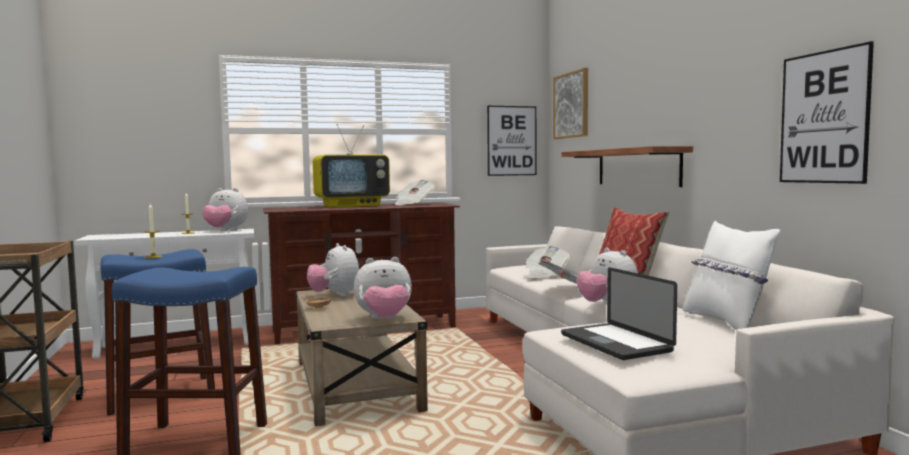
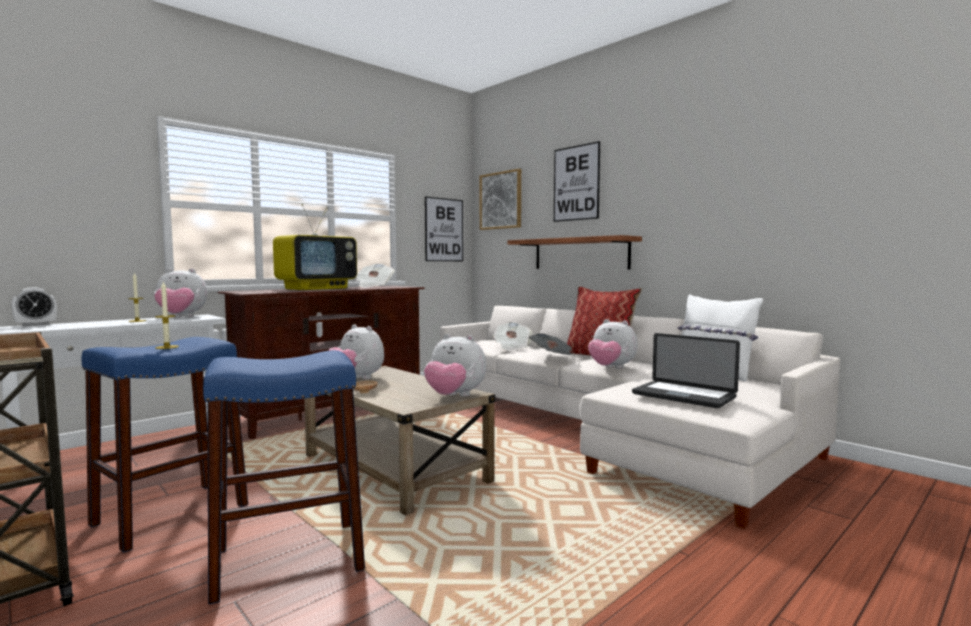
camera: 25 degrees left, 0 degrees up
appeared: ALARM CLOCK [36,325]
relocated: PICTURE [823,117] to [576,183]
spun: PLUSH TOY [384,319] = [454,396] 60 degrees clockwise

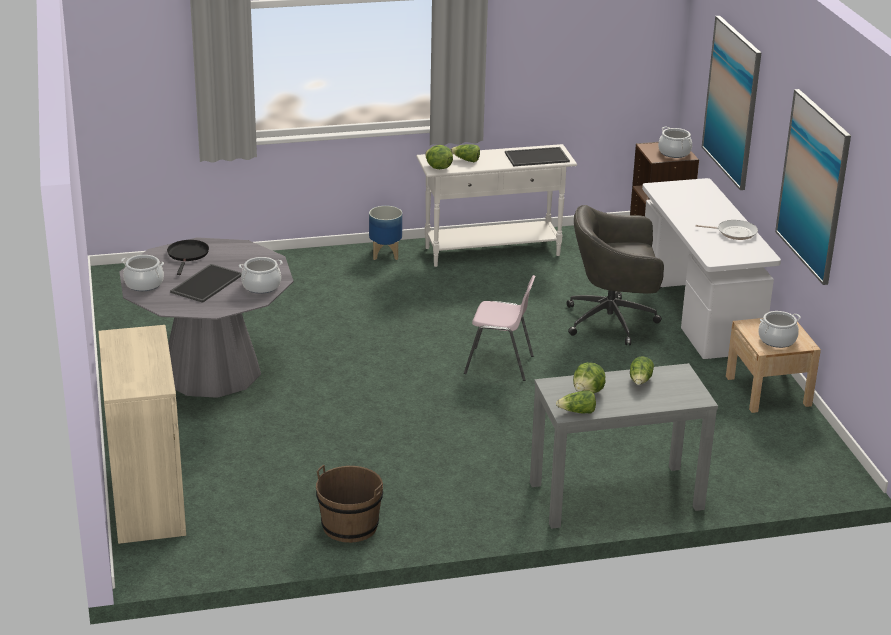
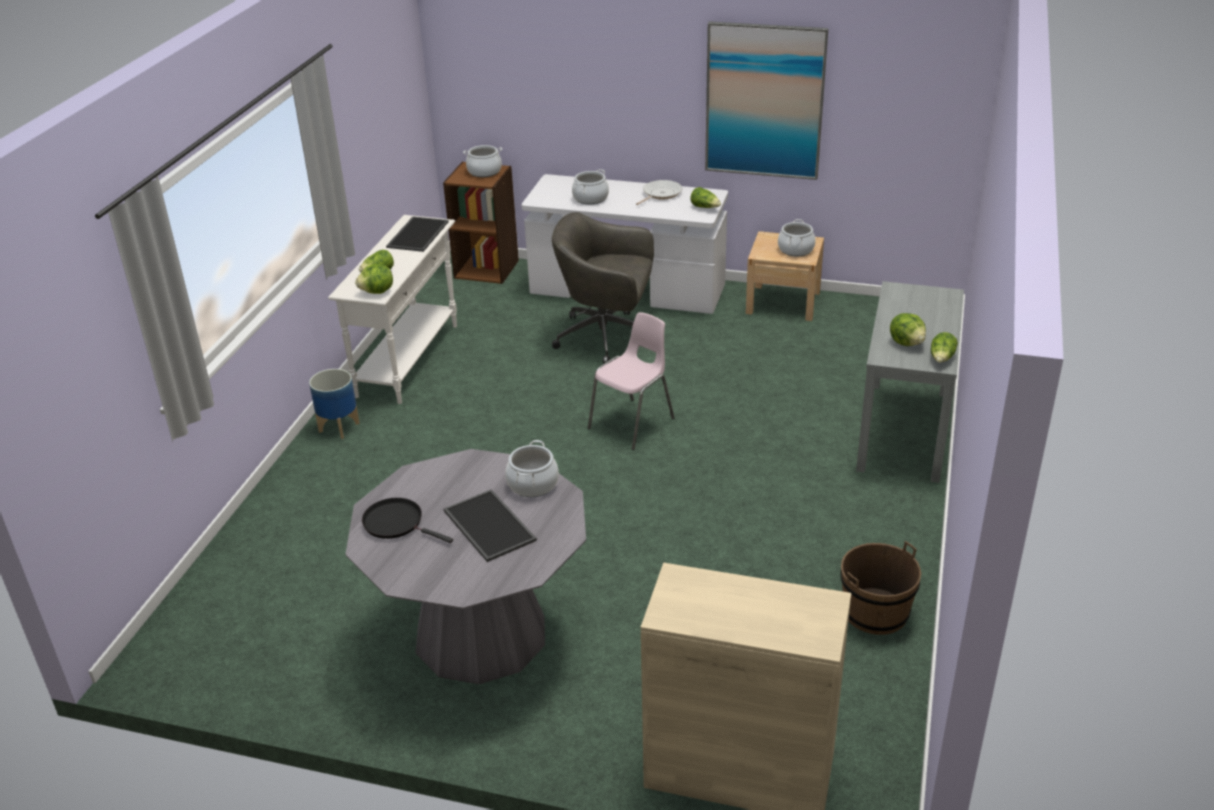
camera: 60 degrees left, 5 degrees up
missing: PICTURE [732,102]
relocated: COOKING POT [144,284] to [590,198]; LETTUCE [640,381] to [705,207]
spun: GREY OFFICE CHAIR [613,321] = [606,337] 75 degrees clockwise

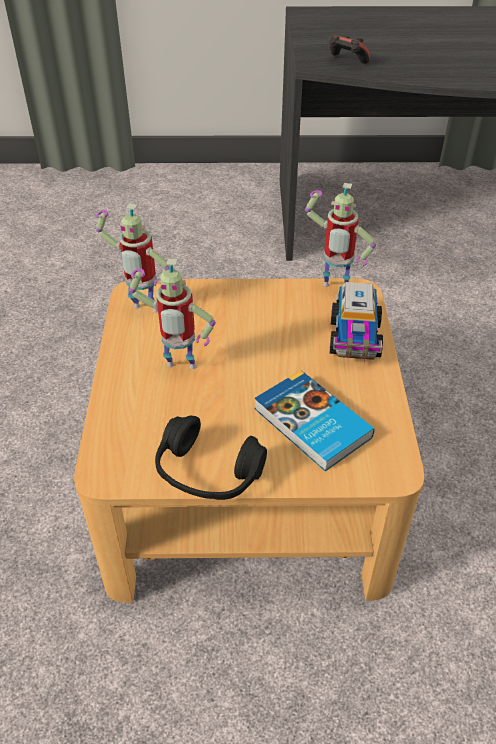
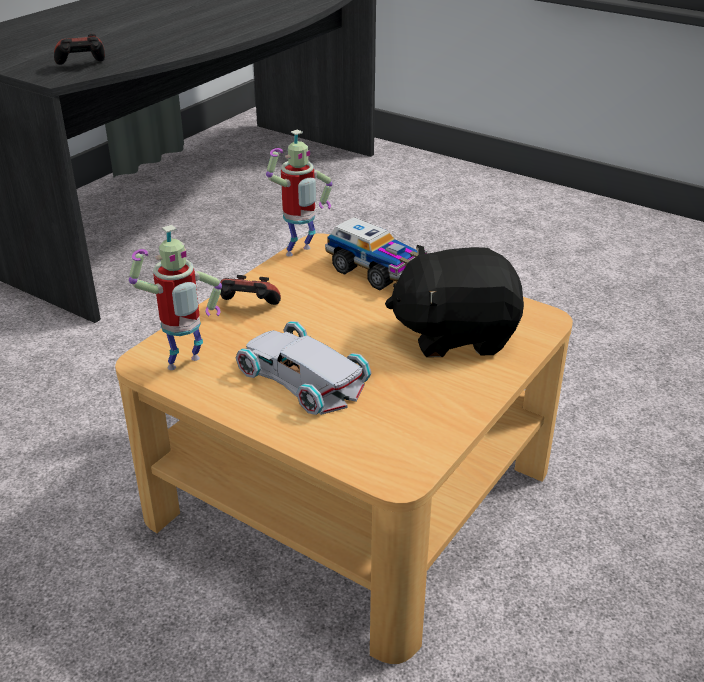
camera: 55 degrees left, 10 degrees down
missing: BLACK HEADPHONES [208,472]
appeared: GAME CONTROLLER [248,308]
exchanged: TOY ROBOT [179,369] to WHITE TOY CAR [303,376]; BOOK [311,424] to BLACK PLUSH TOY [455,334]

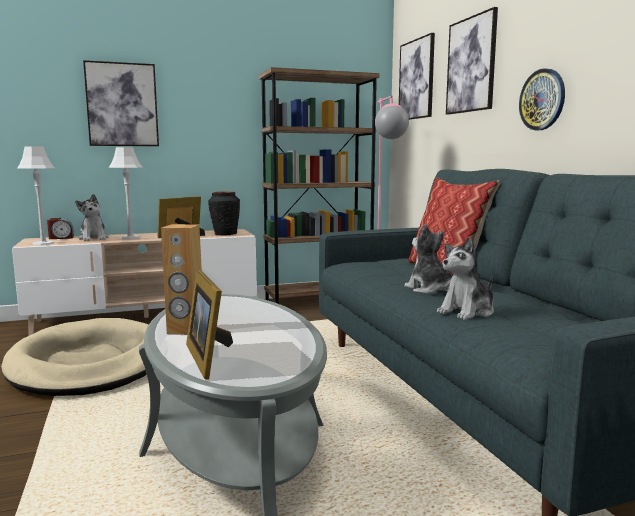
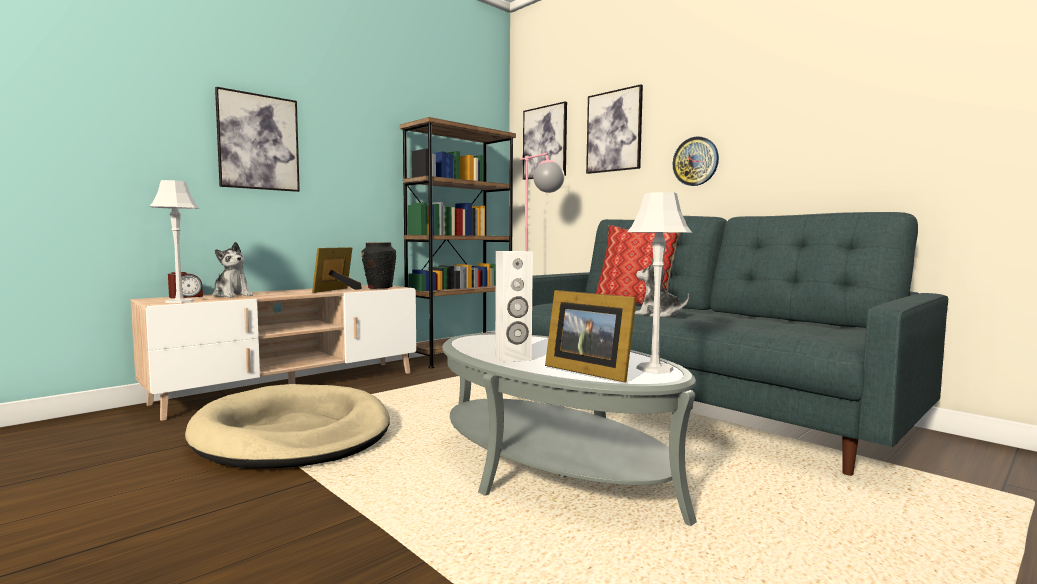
camera: 25 degrees left, 5 degrees down
missing: PLUSH TOY [467,312]
relocated: GREY TABLE LAMP [130,237] to [655,368]
colour: BROWN SPEAKER [185,330] to WHITE SPEAKER [513,358]

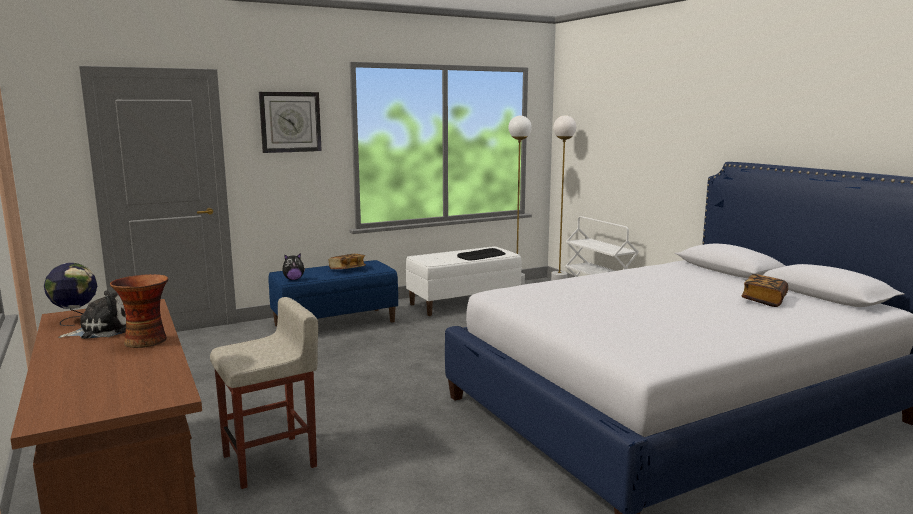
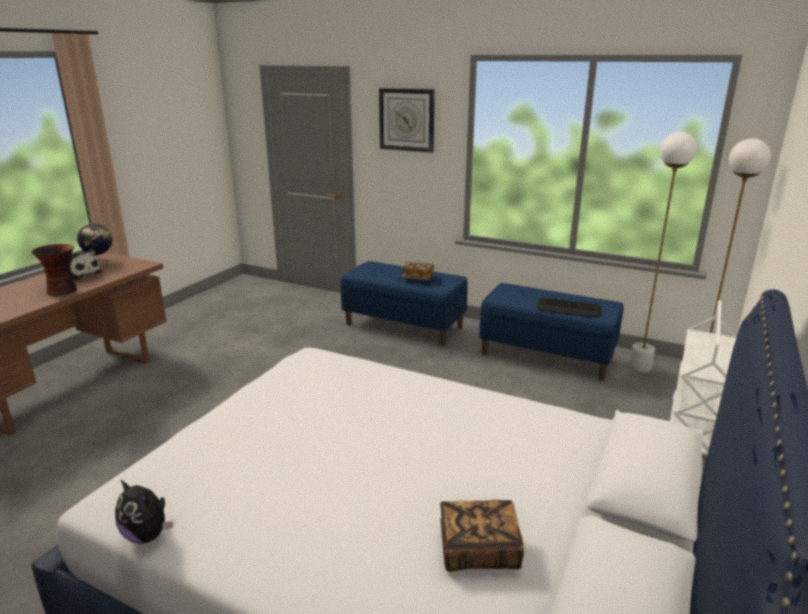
camera: 55 degrees right, 10 degrees up
missing: BEIGE STOOL [271,461]
relocated: PLUSH TOY [293,279] to [147,535]
colour: WHITE BENCH [464,302] to BLUE BENCH [547,355]

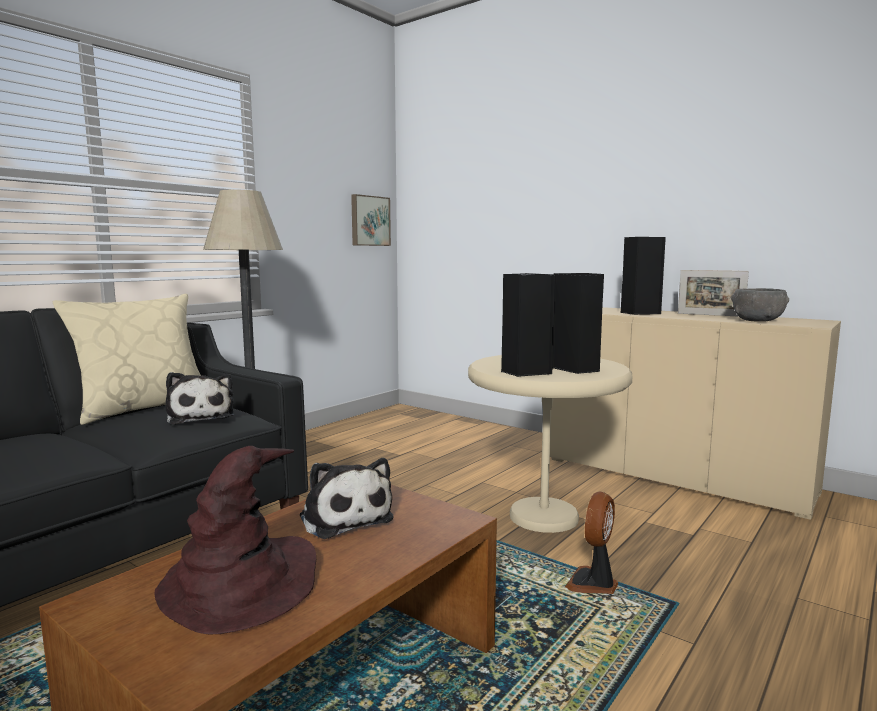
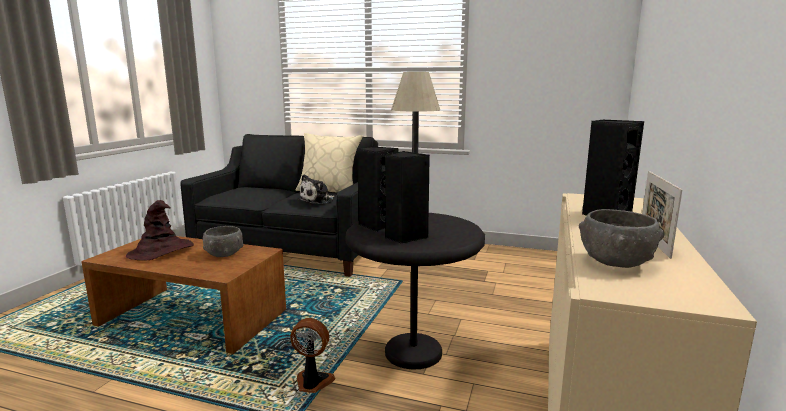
camera: 70 degrees right, 5 degrees up
missing: PICTURE [369,221]
exchanged: PLUSH TOY [344,517] to GREY BOWL [224,254]
colour: BEIGE SIDE TABLE [543,517] to BLACK SIDE TABLE [413,352]

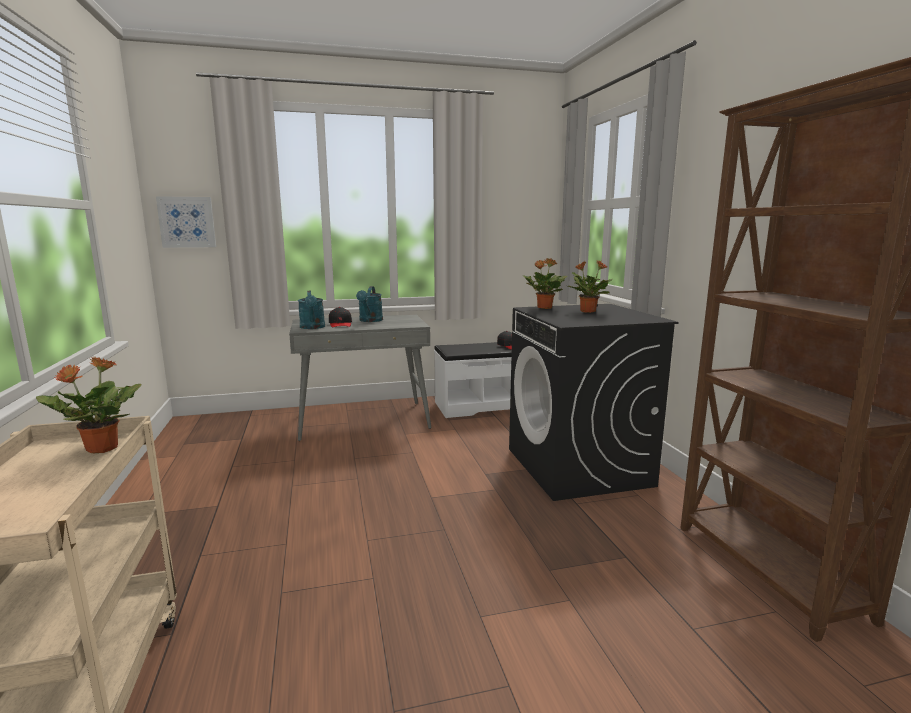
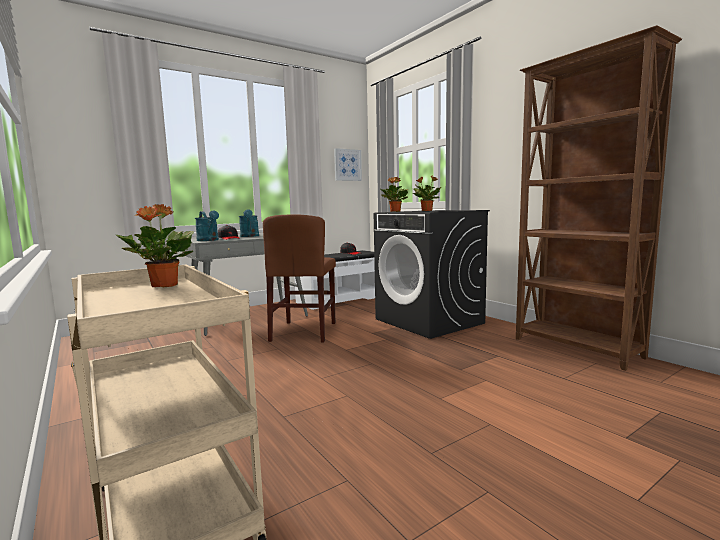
camera: 20 degrees left, 5 degrees down
appeared: BROWN CHAIR [304,331]
relocated: PICTURE [187,222] to [347,165]

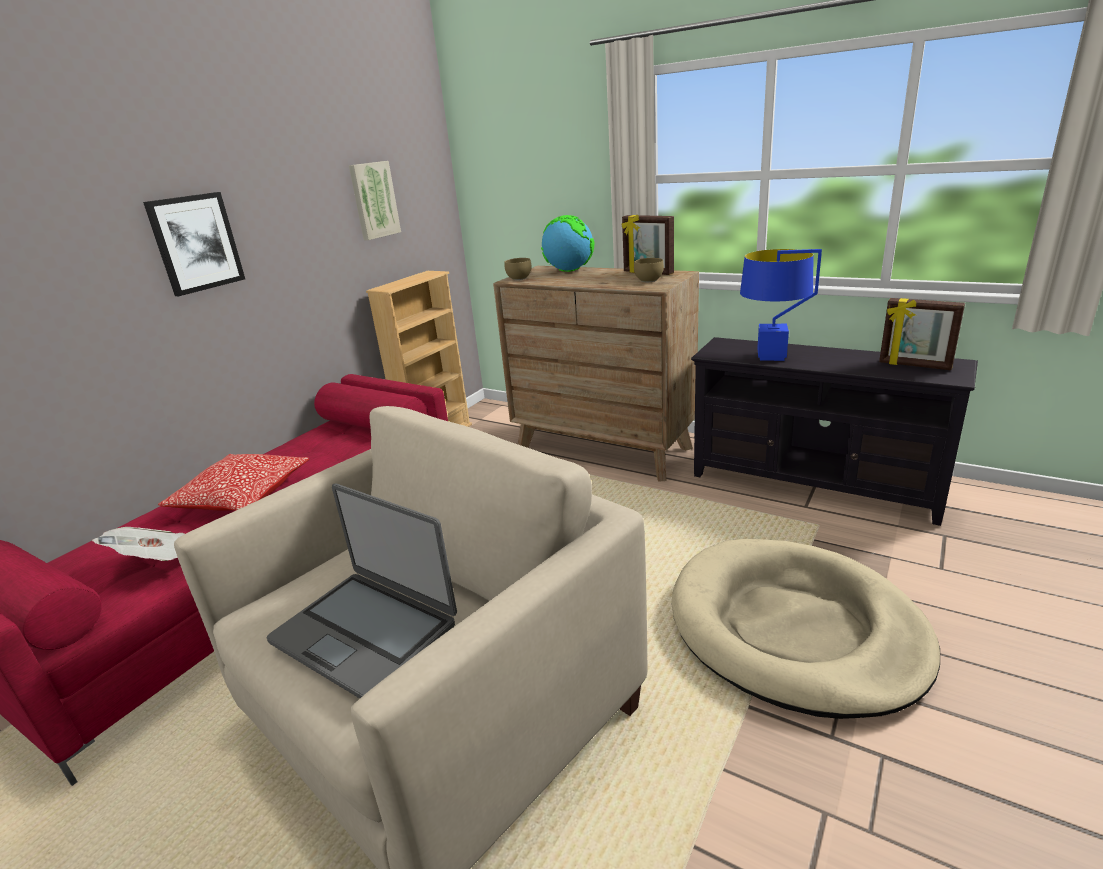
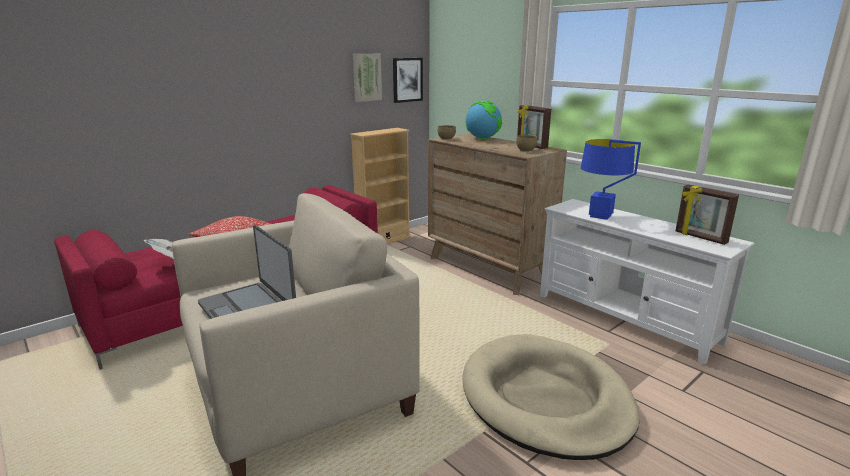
camera: 15 degrees right, 5 degrees down
relocated: PICTURE [196,243] to [407,80]
colour: BLACK TV STAND [813,483] to WHITE TV STAND [625,318]

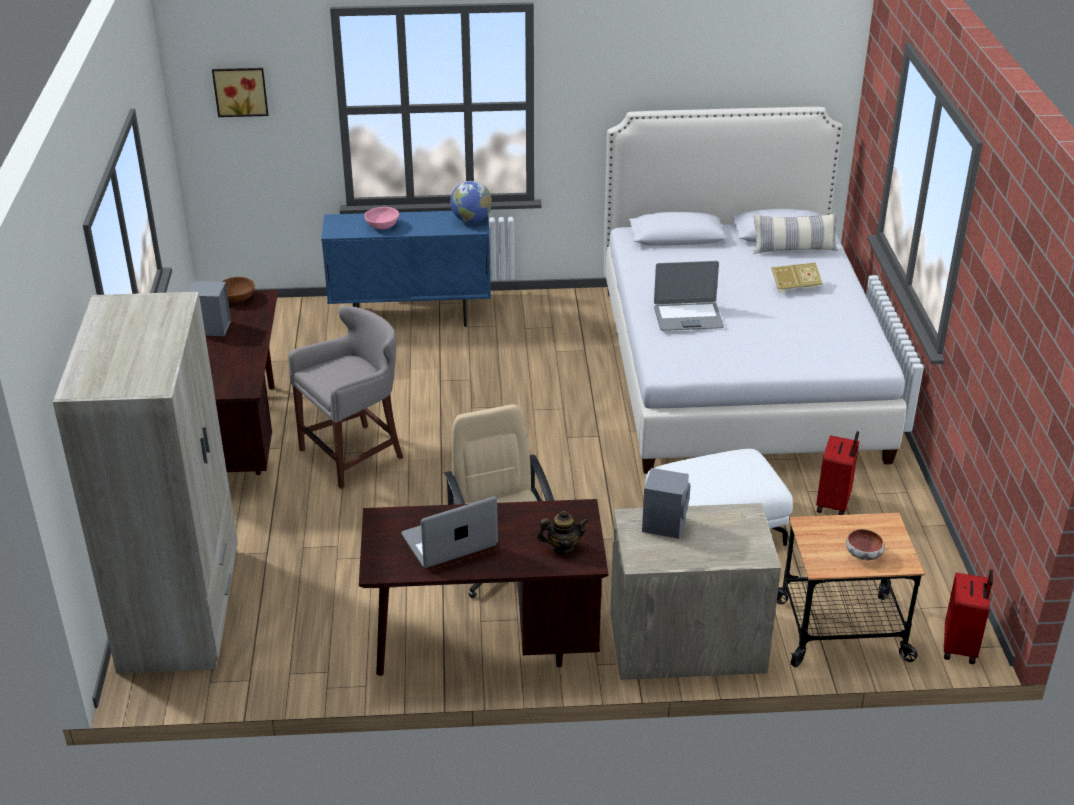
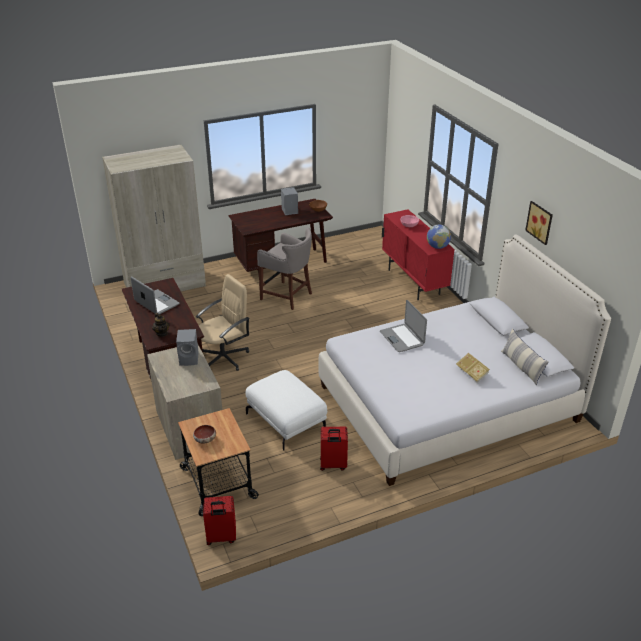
camera: 70 degrees right, 0 degrees up
relocated: PICTURE [240,91] to [540,222]
colour: BLUE CABINET [411,316] to RED CABINET [413,282]

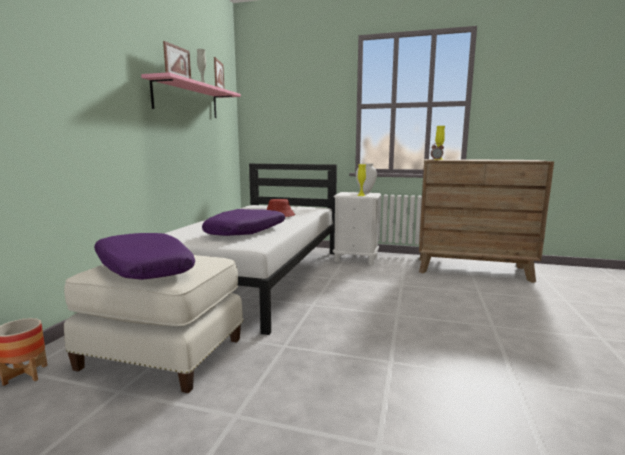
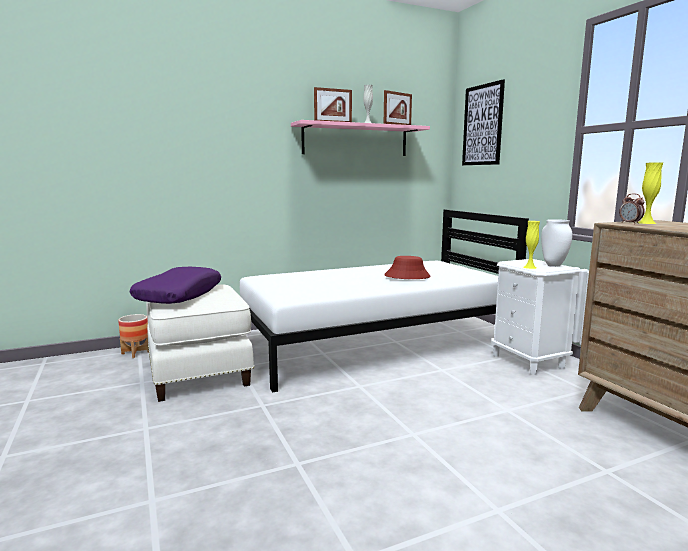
camera: 50 degrees right, 0 degrees up
missing: PURPLE PILLOW [246,232]
appeared: PICTURE [482,125]

